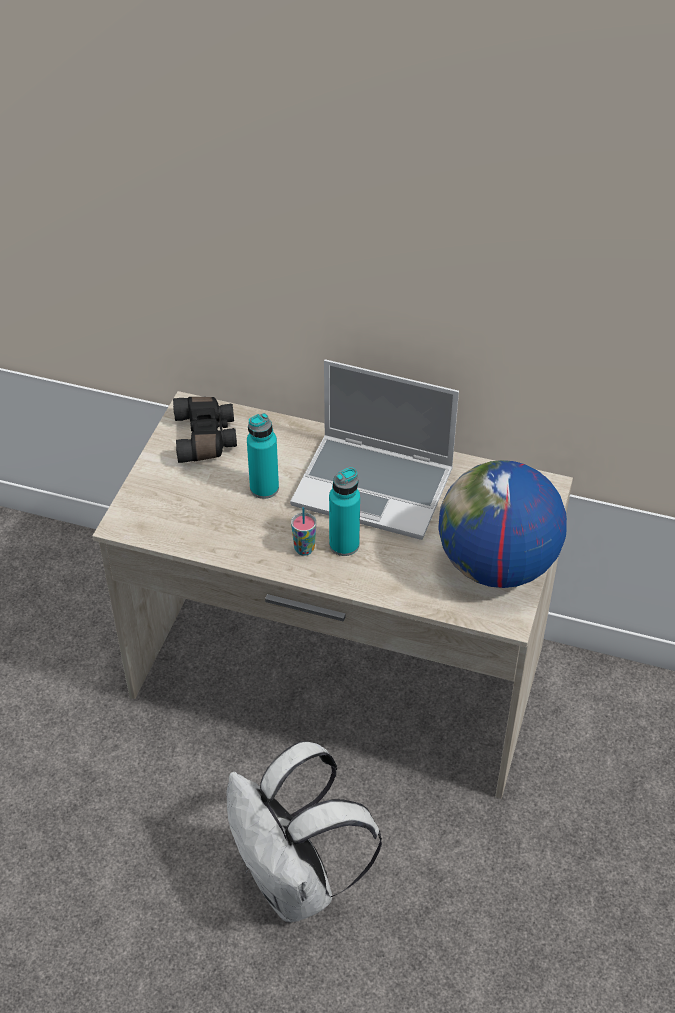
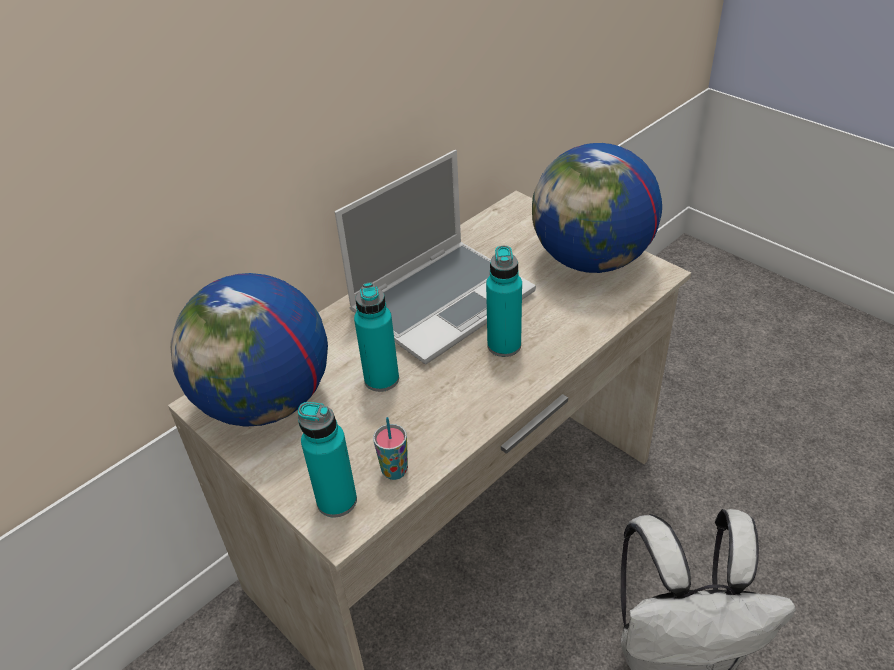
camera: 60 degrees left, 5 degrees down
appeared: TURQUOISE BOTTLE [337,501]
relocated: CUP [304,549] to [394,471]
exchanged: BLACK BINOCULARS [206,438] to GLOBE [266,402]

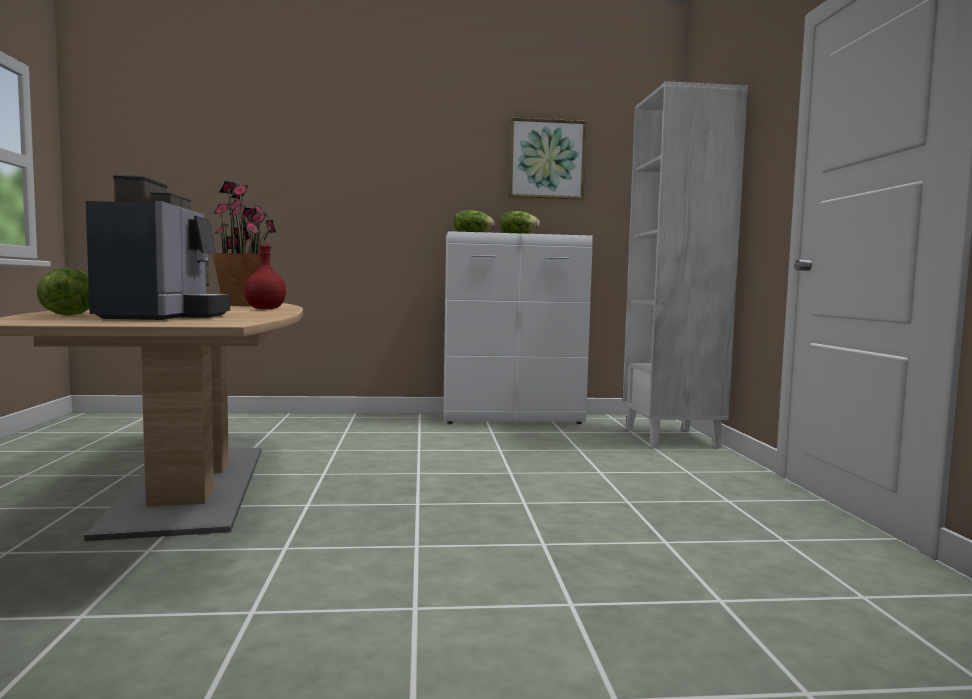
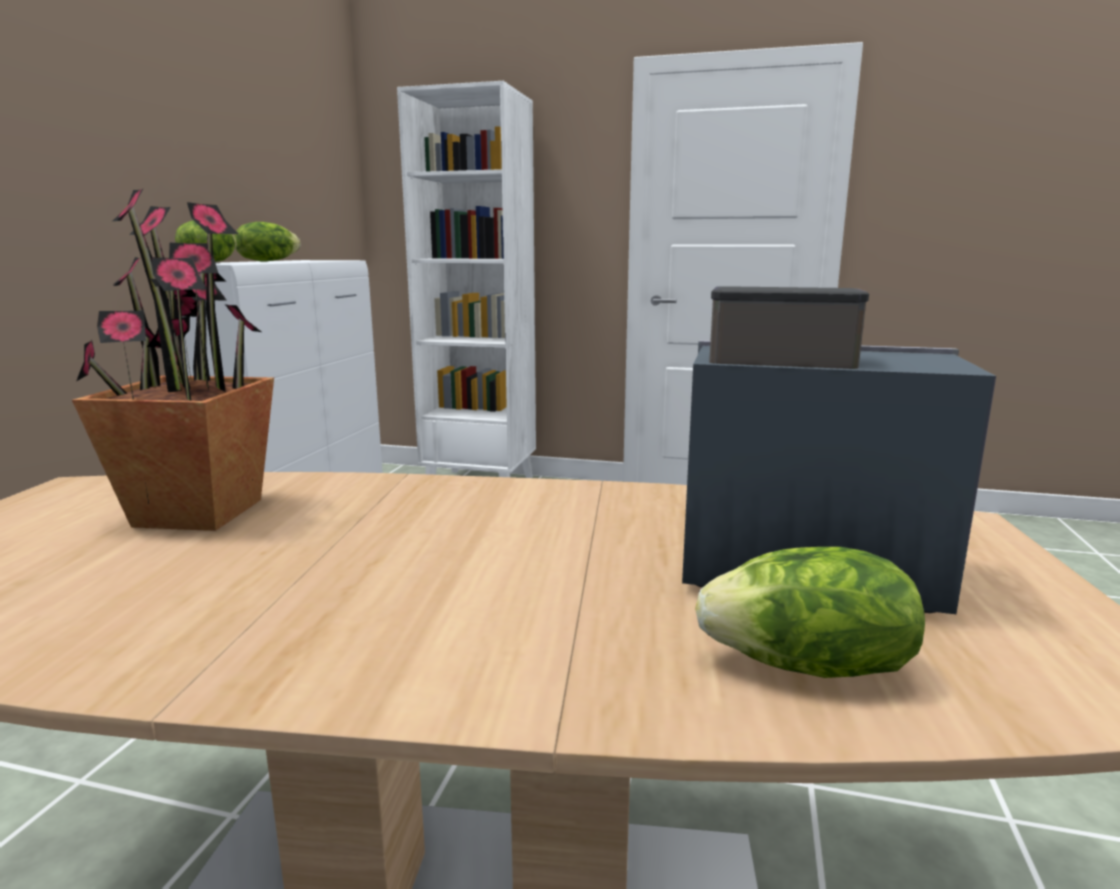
camera: 70 degrees left, 10 degrees up
missing: RED BOTTLE [265,309]; PICTURE [546,159]

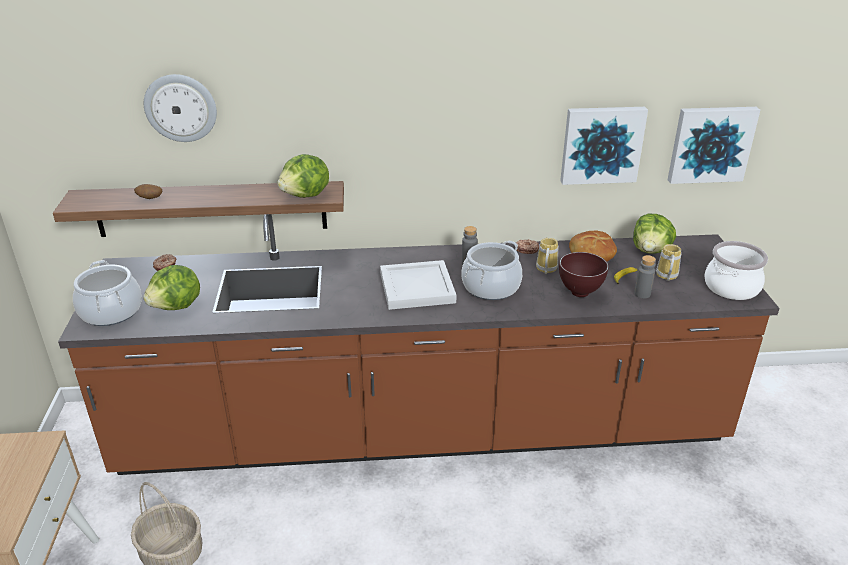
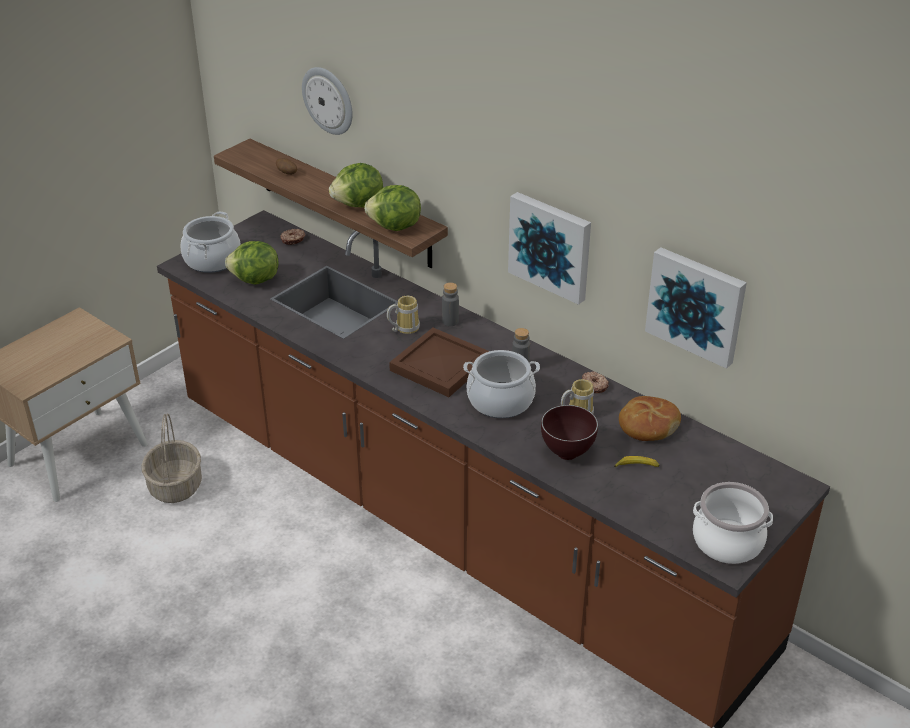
camera: 45 degrees right, 5 degrees up
relocated: LETTUCE [650,251] to [359,205]; MUG [665,276] to [404,328]; GREY BOTTLE [642,294] to [450,321]; PICTURE [710,144] to [551,246]
colour: WHITE TRAY [416,288] to BROWN TRAY [438,365]

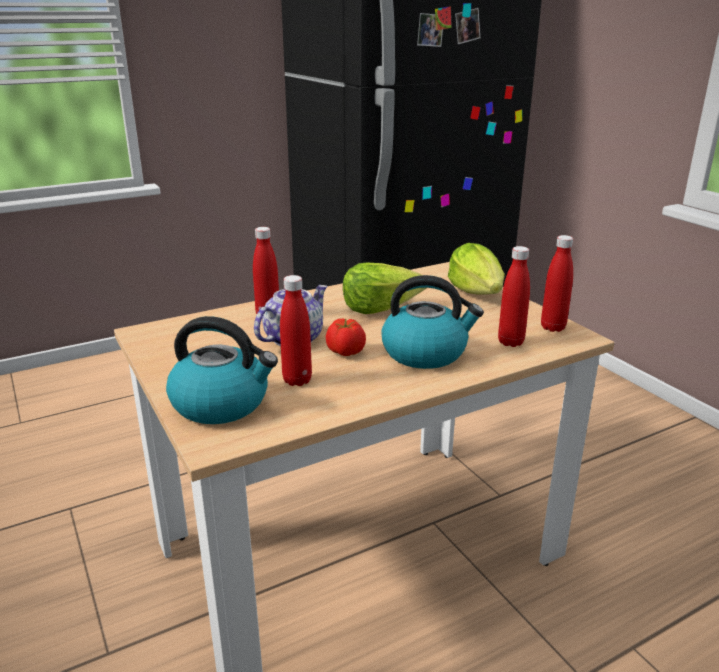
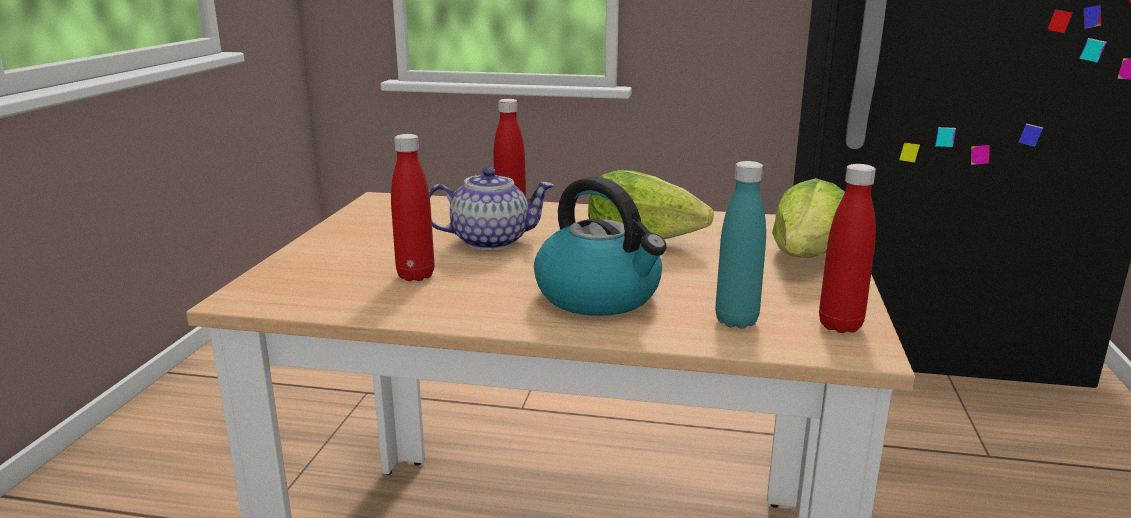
camera: 40 degrees right, 5 degrees down
missing: KETTLE [222,403]; TOMATO [345,352]
colour: RED BOTTLE [510,342] to TURQUOISE BOTTLE [736,321]

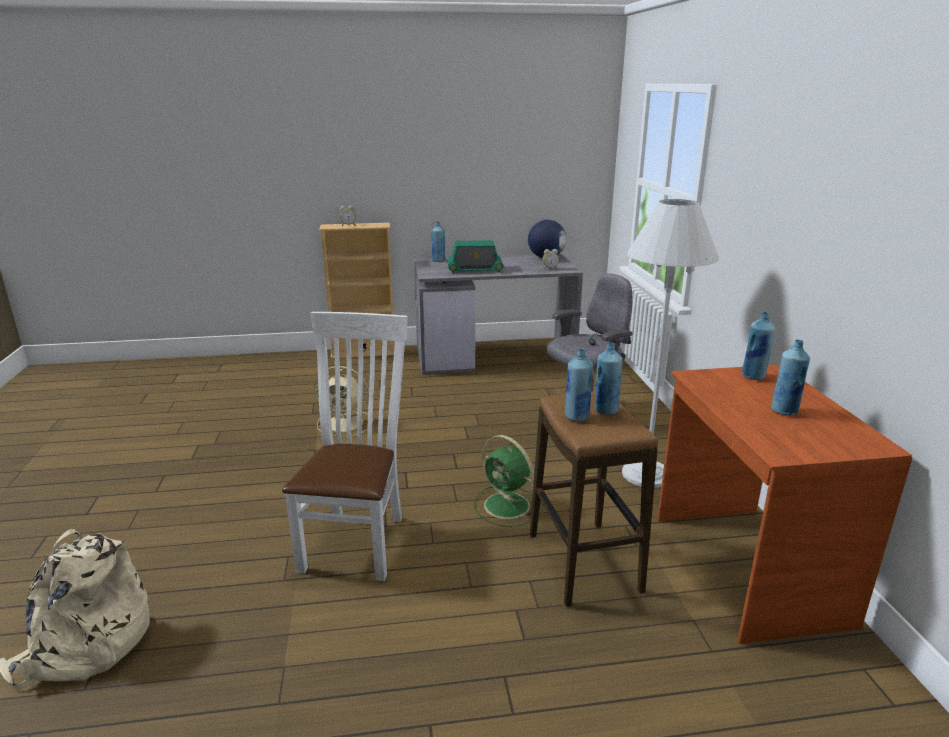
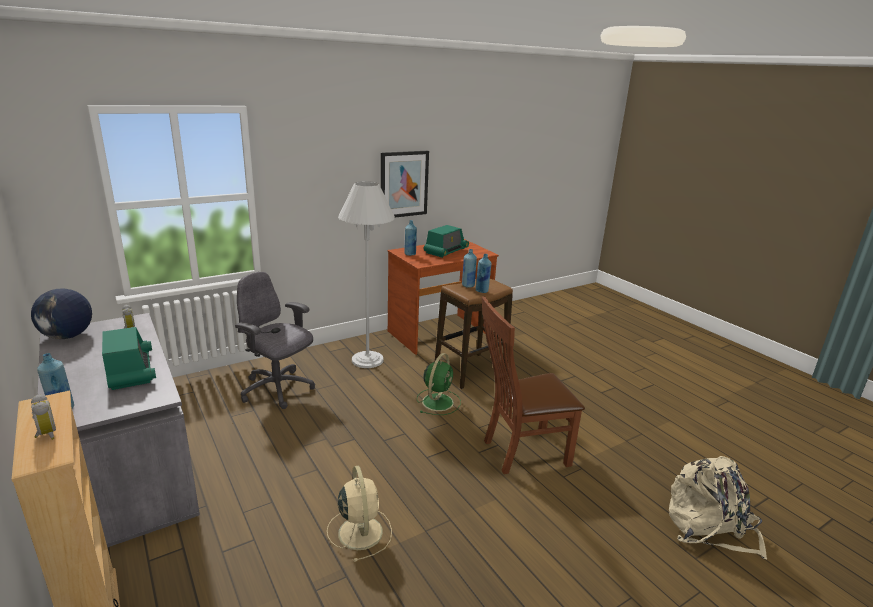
camera: 115 degrees left, 0 degrees up
appeared: PICTURE [404,184]
exchanged: BLUE BOTTLE [784,411] to RADIO [446,251]
colour: WHITE CHAIR [357,539] to BROWN CHAIR [520,452]

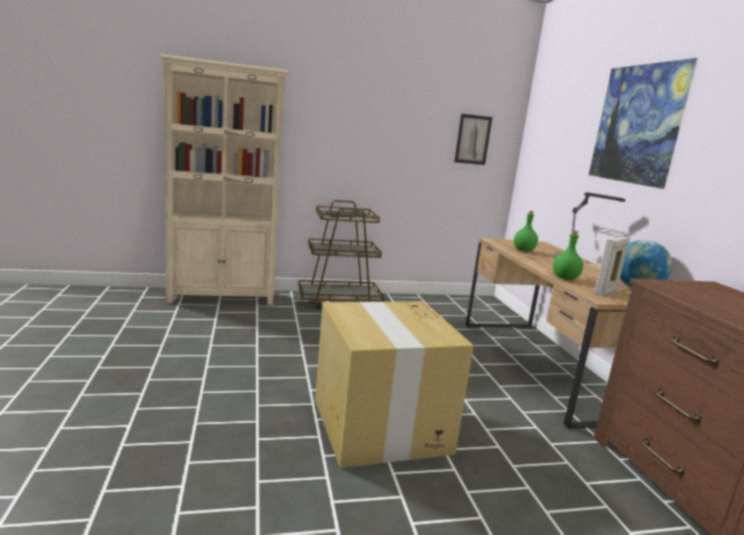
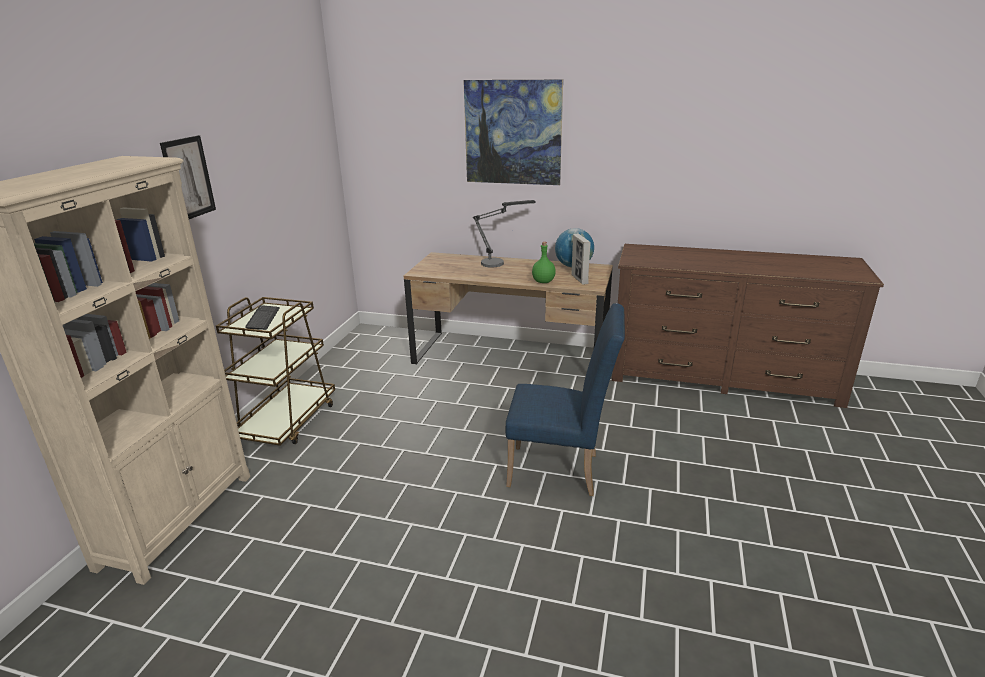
camera: 60 degrees left, 10 degrees up
missing: GREEN BOTTLE [524,250]
relocated: PICTURE [473,139] to [188,178]
exchanged: CARDBOARD BOX [381,426] to BLUE CHAIR [561,471]

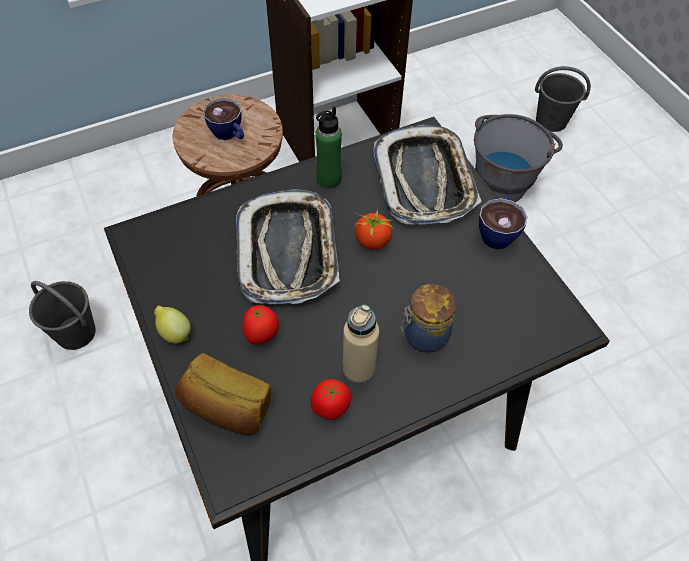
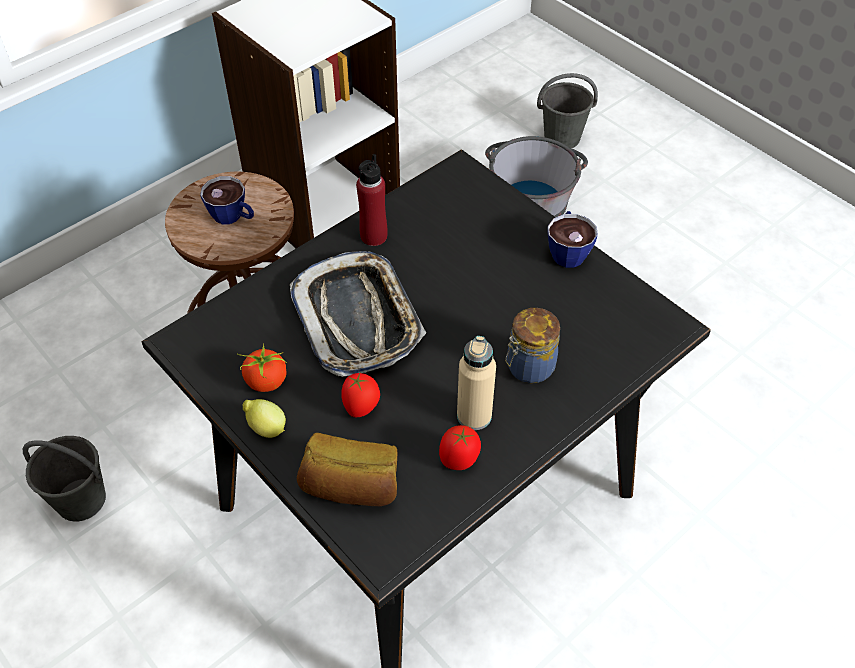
camera: 15 degrees left, 5 degrees down
missing: TRAY [425,180]
relocated: TOMATO [372,241] to [266,382]
colour: GREEN BOTTLE [328,179] to RED BOTTLE [373,236]

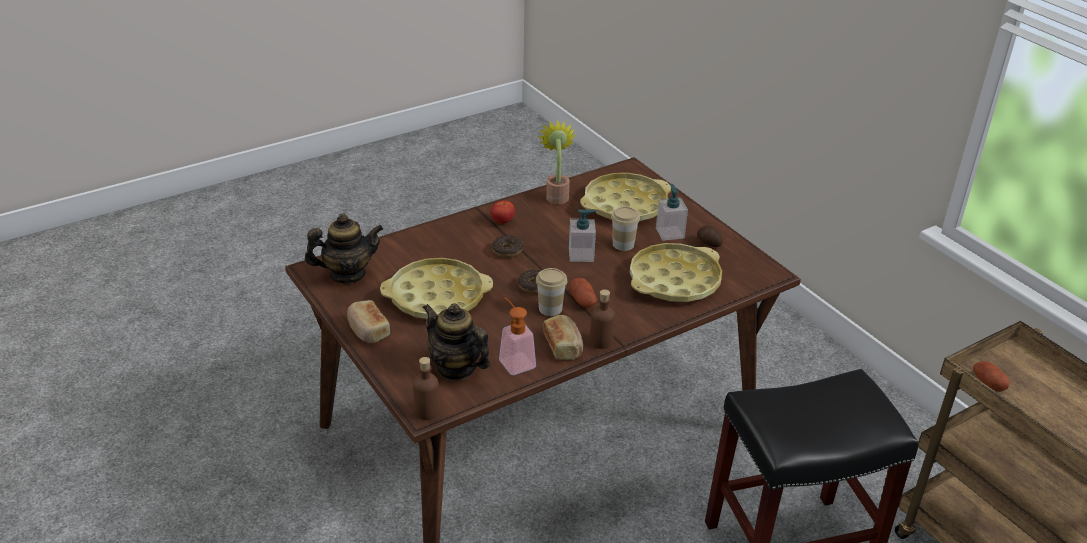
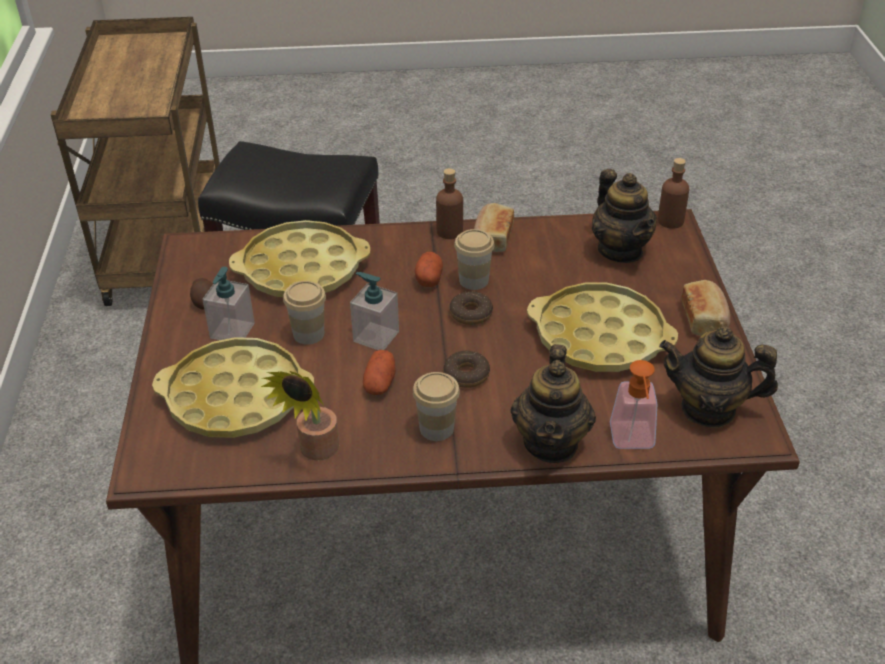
camera: 150 degrees left, 5 degrees up
appeared: TEAPOT [551,443]
relocated: POTATO [988,383] to [380,383]; SOAP DISPENSER [514,360] to [633,442]
exchanged: TOMATO [502,221] to CUP [436,428]

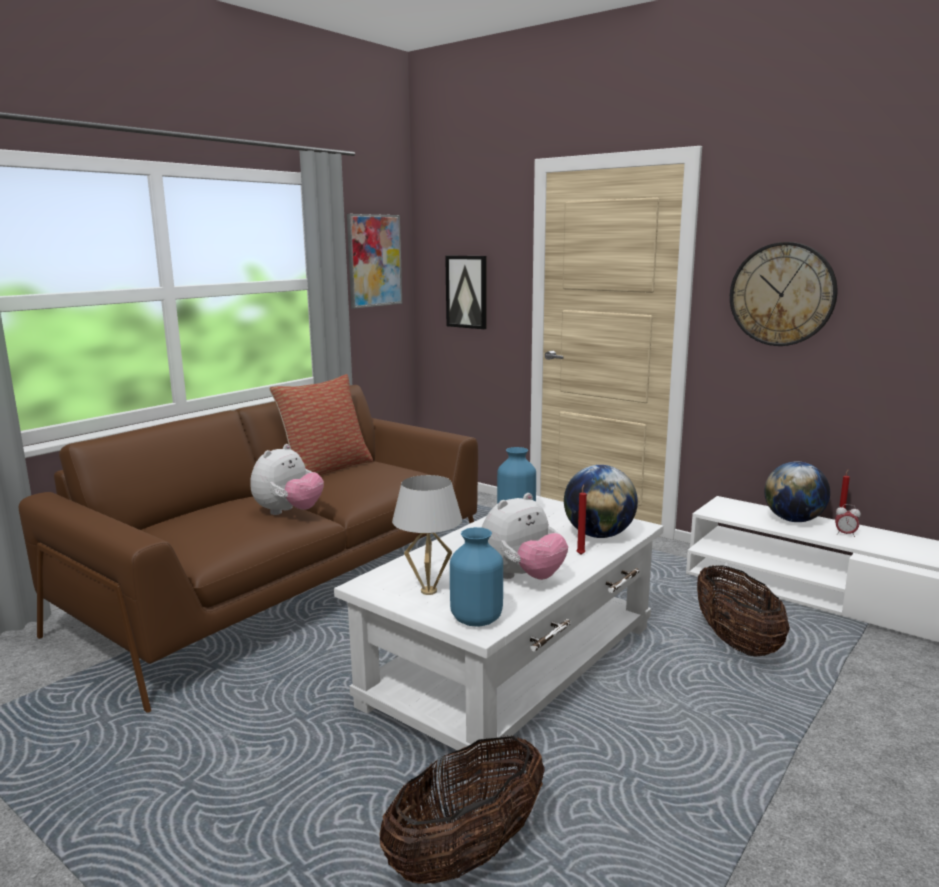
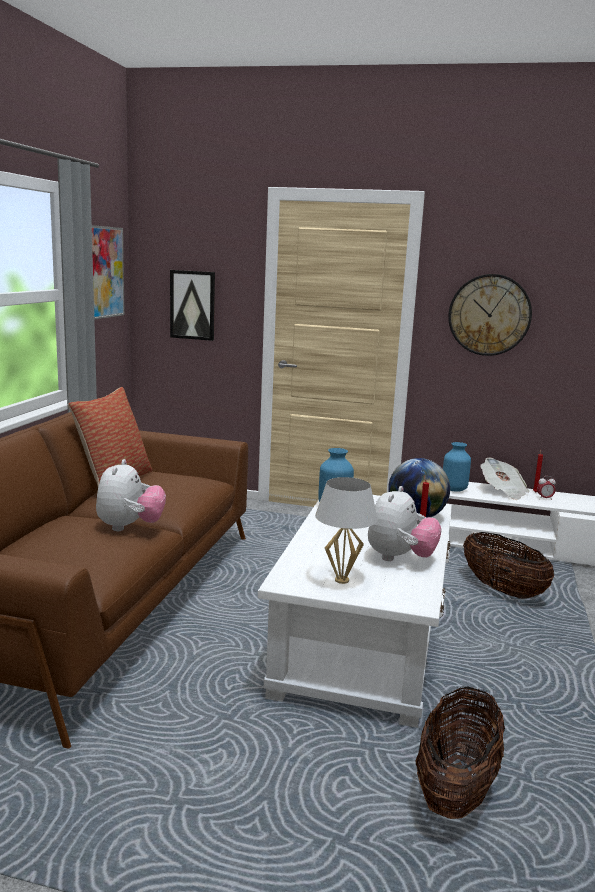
camera: 25 degrees left, 0 degrees up
relocated: BLUE VASE [477,619] to [454,489]
exchanged: GLOBE [793,520] to NEWSPAPER [503,491]

